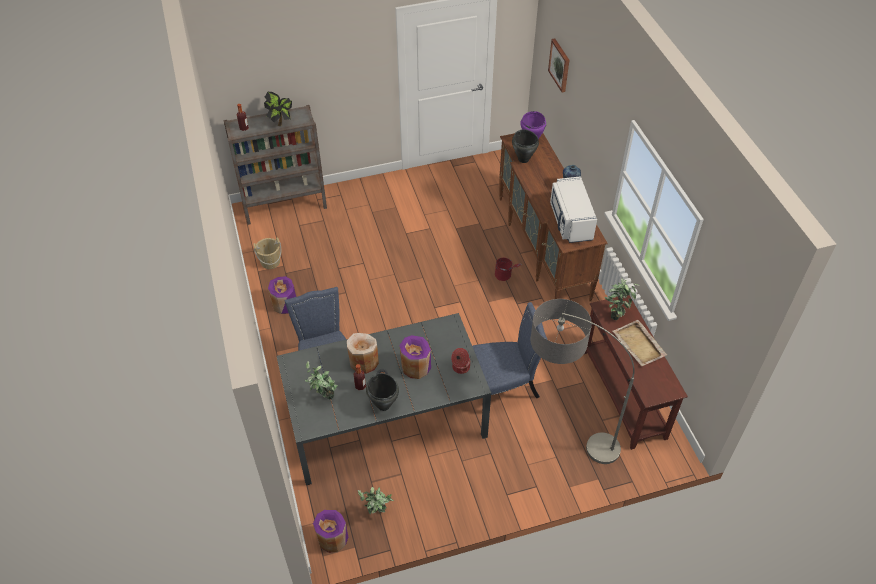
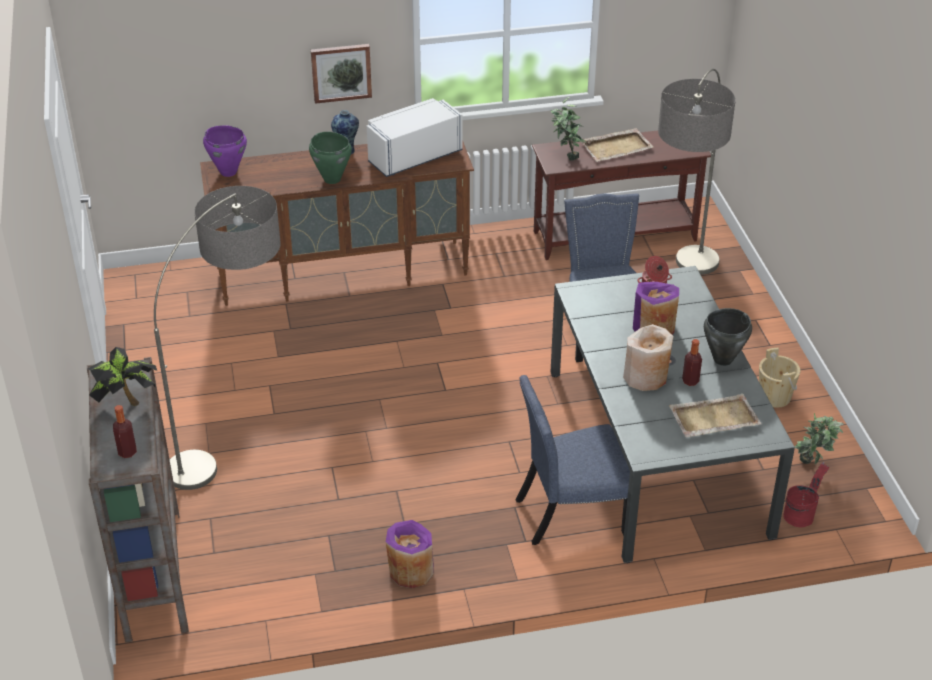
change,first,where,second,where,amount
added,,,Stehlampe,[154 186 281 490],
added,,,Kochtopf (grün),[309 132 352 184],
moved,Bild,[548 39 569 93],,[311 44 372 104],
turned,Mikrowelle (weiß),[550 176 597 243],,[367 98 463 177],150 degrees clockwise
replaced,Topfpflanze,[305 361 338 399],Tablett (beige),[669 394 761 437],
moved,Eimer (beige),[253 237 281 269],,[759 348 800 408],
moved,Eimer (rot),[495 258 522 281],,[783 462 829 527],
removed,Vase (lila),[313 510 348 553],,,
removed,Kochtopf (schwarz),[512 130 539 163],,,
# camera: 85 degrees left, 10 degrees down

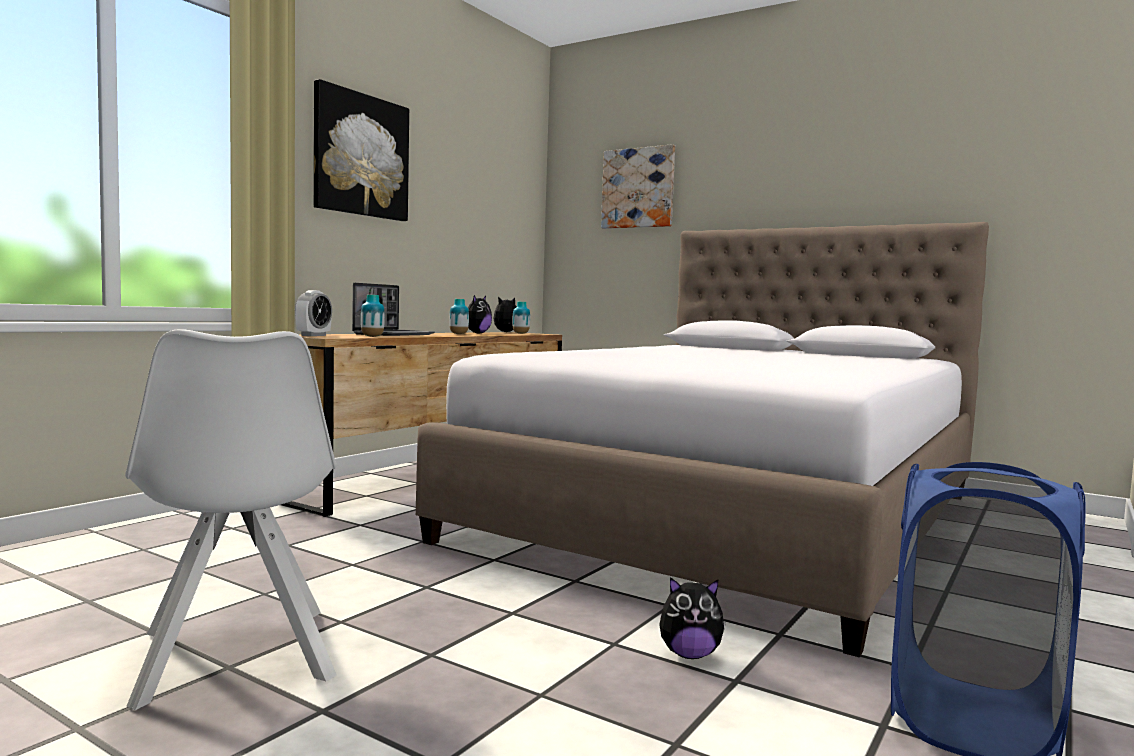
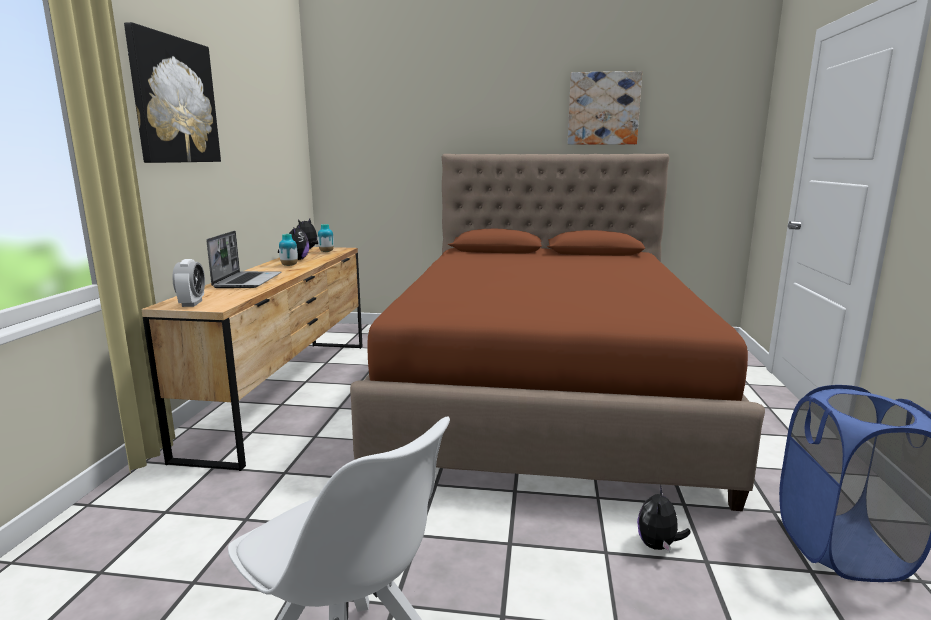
change,first,where,second,where,amount
recoloured,Bett (weiß),[416 222 989 657],Bett (braun),[350 154 765 511],
moved,Bild,[601 144 675 229],,[568 71 642 145],
turned,Plüschtier,[659 577 726 659],,[637 485 691 552],135 degrees clockwise
removed,Vase,[361 295 385 337],,,
# camera: 25 degrees left, 10 degrees up

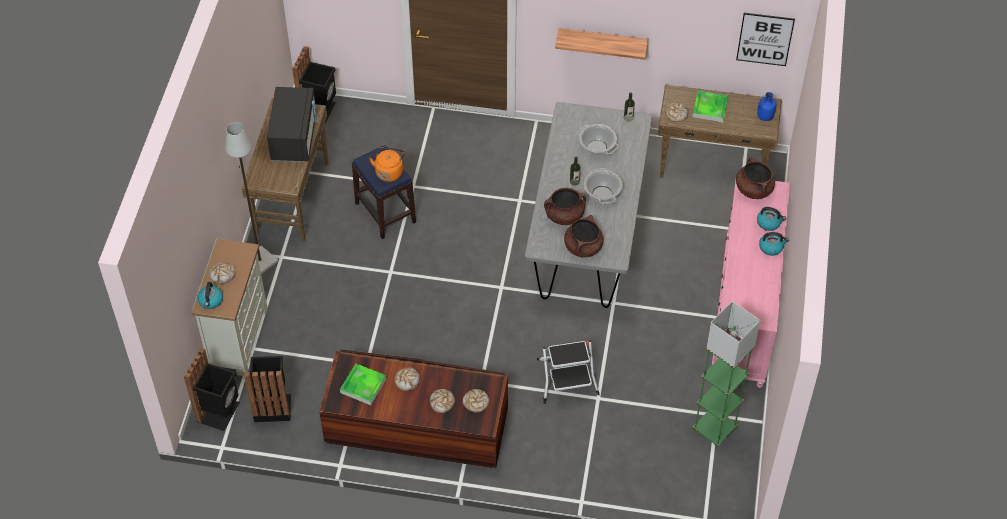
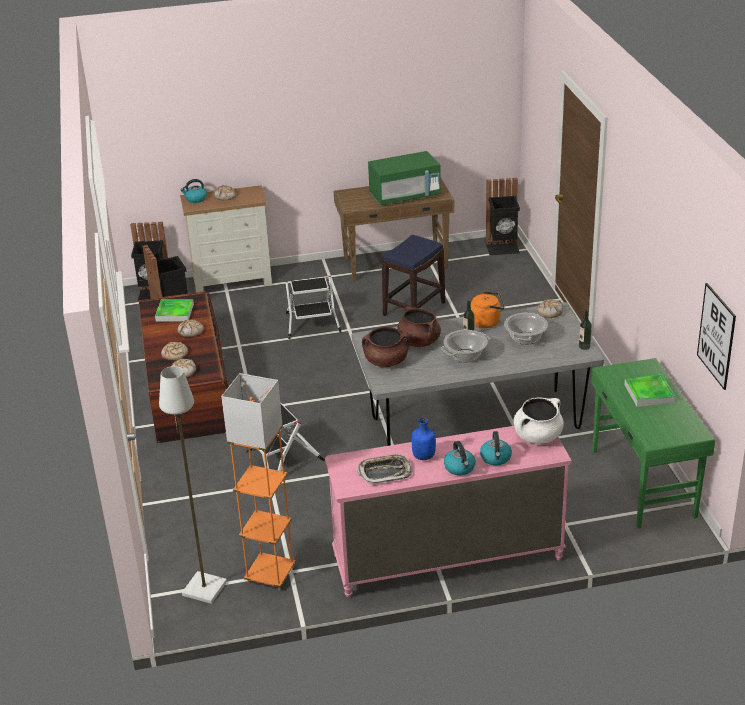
change,first,where,second,where,amount
moved,Stehlampe (grau),[225 122 278 275],,[159 366 227 604],
recoloured,Stehlampe (grün),[692 301 761 447],Stehlampe (orange),[221 373 296 590],
added,,,Trittleiter,[285 276 342 339],
added,,,Tablett,[357 454 412 484],
recoloured,Mikrowelle (schwarz),[267 87 317 162],Mikrowelle (grün),[368 151 441 205],
moved,Flasche (blau),[757 92 776 121],,[412 418 436 460],
moved,Wasserkessel (orange),[369 146 405 182],,[471 291 505 328],
recoloured,Kochtopf (braun),[736 157 775 199],Kochtopf (weiß),[514 397 564 444],
moved,Brot,[665 102 688 122],,[537 299 563 318],
recoloured,Konsolentisch (braun),[658 85 782 178],Konsolentisch (grün),[591 358 715 528],
removed,Wandregal,[555 28 648 60],,,
# camera: 70 degrees right, 20 degrees down

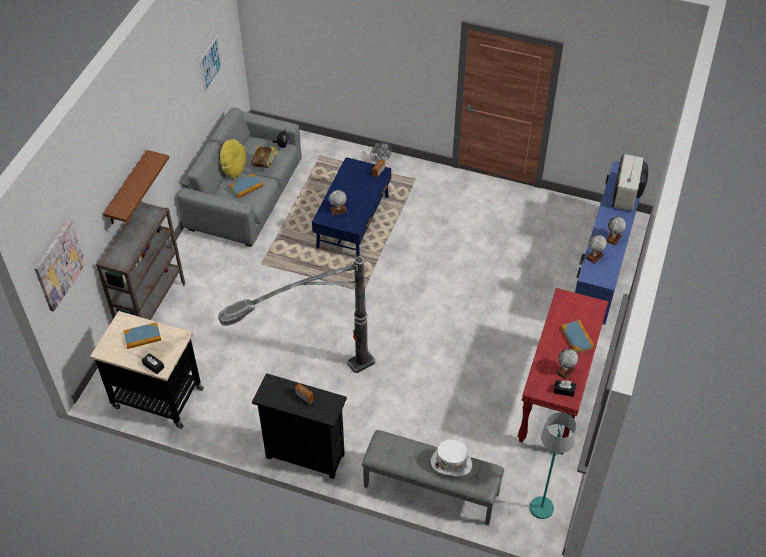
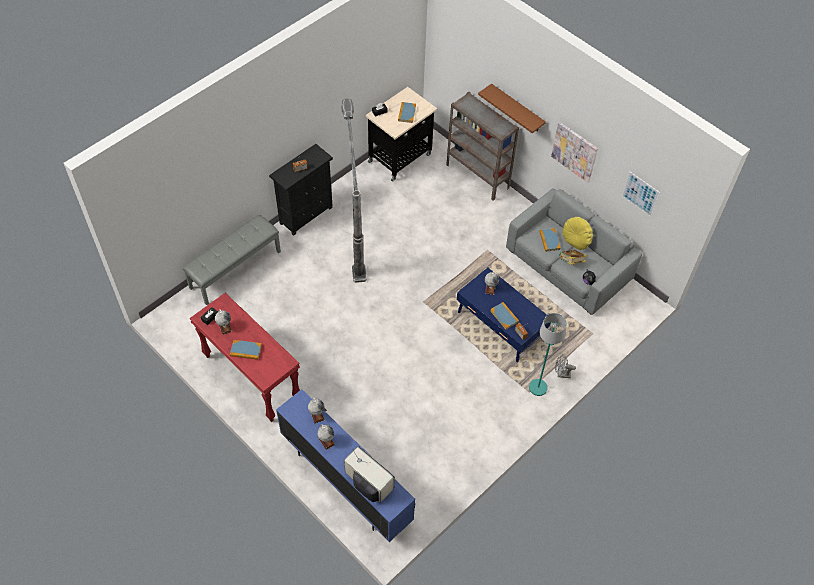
change,first,where,second,where,amount
added,,,Buch,[490 302 519 330],
moved,Stehlampe (türkis),[530 412 577 519],,[529 313 567 396],
moved,Bild,[34 220 86 312],,[551 122 598 183],
removed,Hut (weiß),[431 440 472 476],,,
# camera: 115 degrees right, 5 degrees up

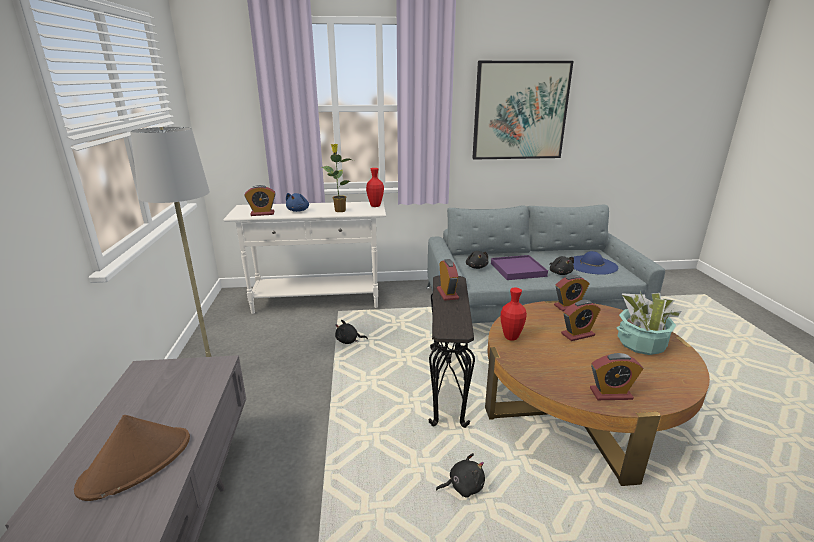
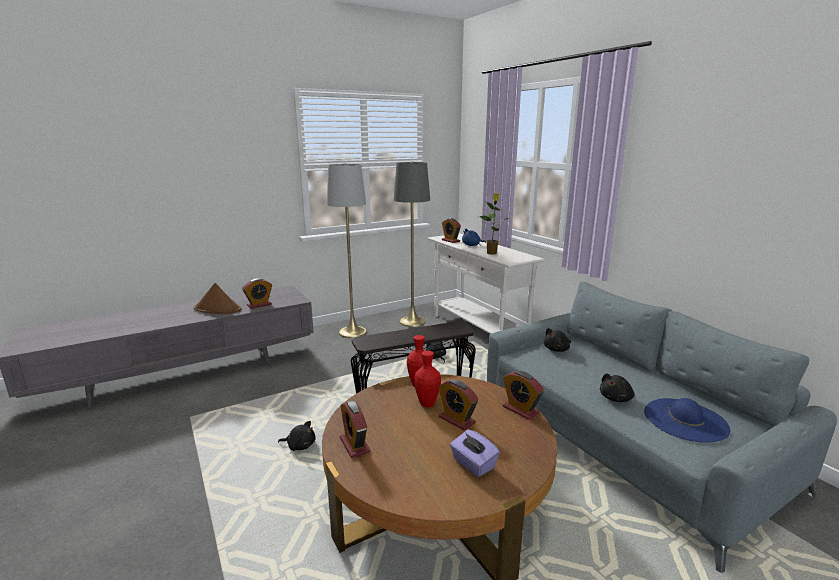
change,first,where,second,where,amount
moved,Wecker,[437 259 459 301],,[242 278 272 309],
turned,Plüschtier (schwarz),[436 453 485 498],,[278 421 316 451],45 degrees counterclockwise
added,,,Stehlampe (grau),[394 162 430 327],
moved,Vase (rot),[366 168 384 207],,[414 351 441 407],
replaced,Topfpflanze,[617 291 681 355],Taschentuchbox (lila),[450 429 500 477],
removed,Bild,[472 61 573 160],,,
removed,Tablett (lila),[491 255 548 280],,,
# camera: 65 degrees right, 5 degrees down

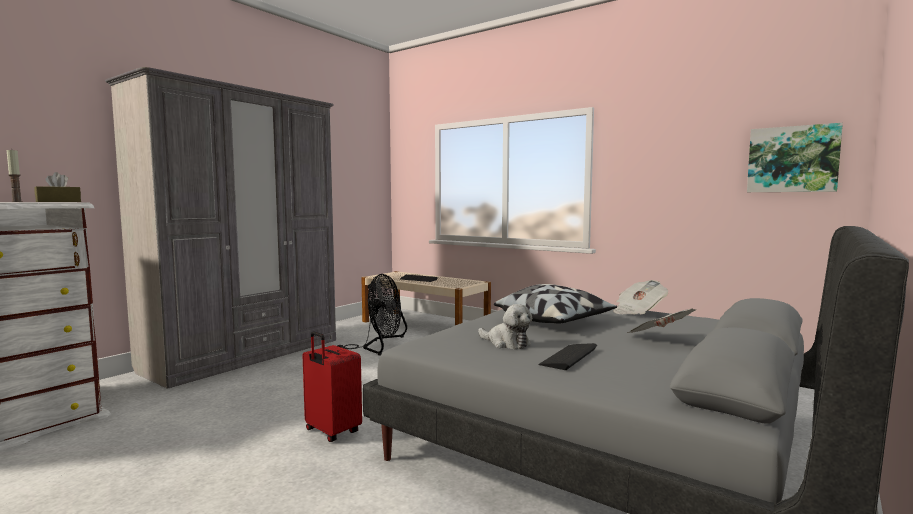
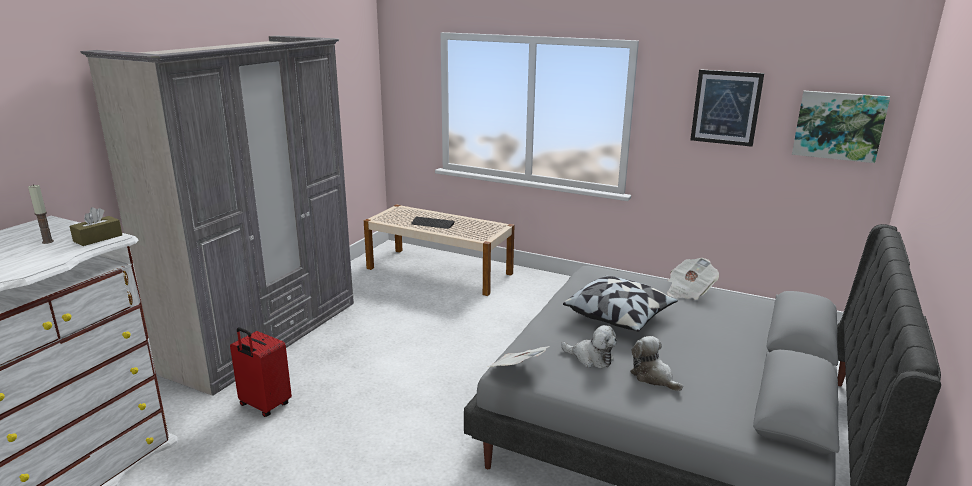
change,first,where,second,where,amount
moved,Koffer (rot),[302 331 362 442],,[230 327 292 417],
moved,Zeitung,[627 308 696 333],,[487 346 550 367],
replaced,Tastatur,[538 343 597 370],Plüschtier,[630 336 683 391],
added,,,Bild,[690 69 764 147],
removed,Ventilator (schwarz),[337 274 407 356],,,
# camera: 10 degrees left, 15 degrees up

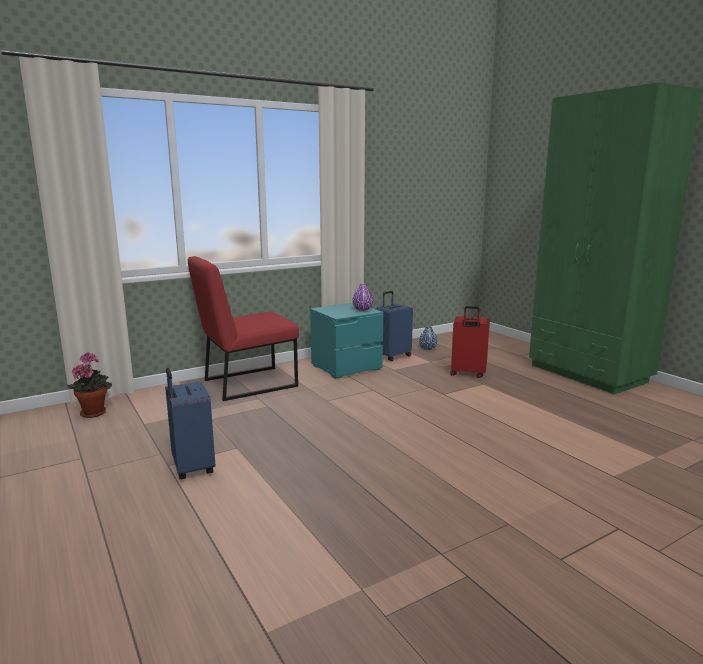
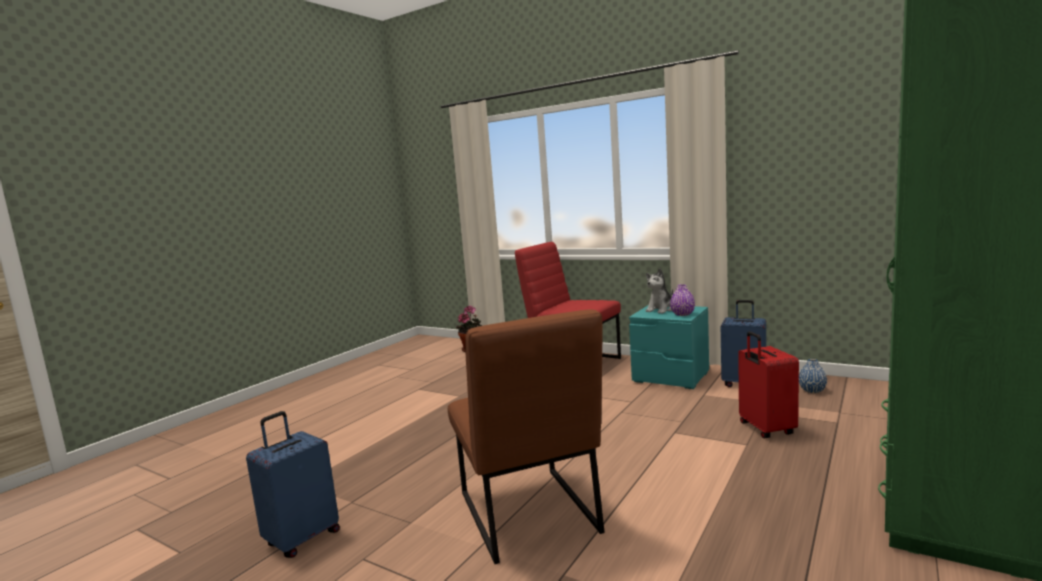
change,first,where,second,where,amount
moved,Koffer (blau),[165 368 215 479],,[246 411 340 558],
added,,,Stuhl (braun),[448 309 605 564],
added,,,Plüschtier,[645 268 673 314],
# camera: 65 degrees right, 5 degrees down

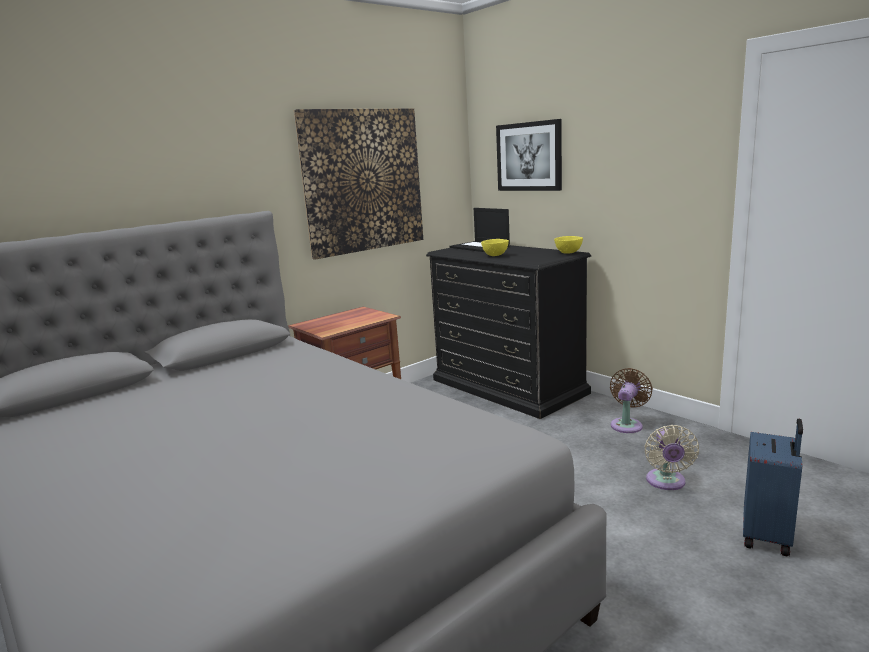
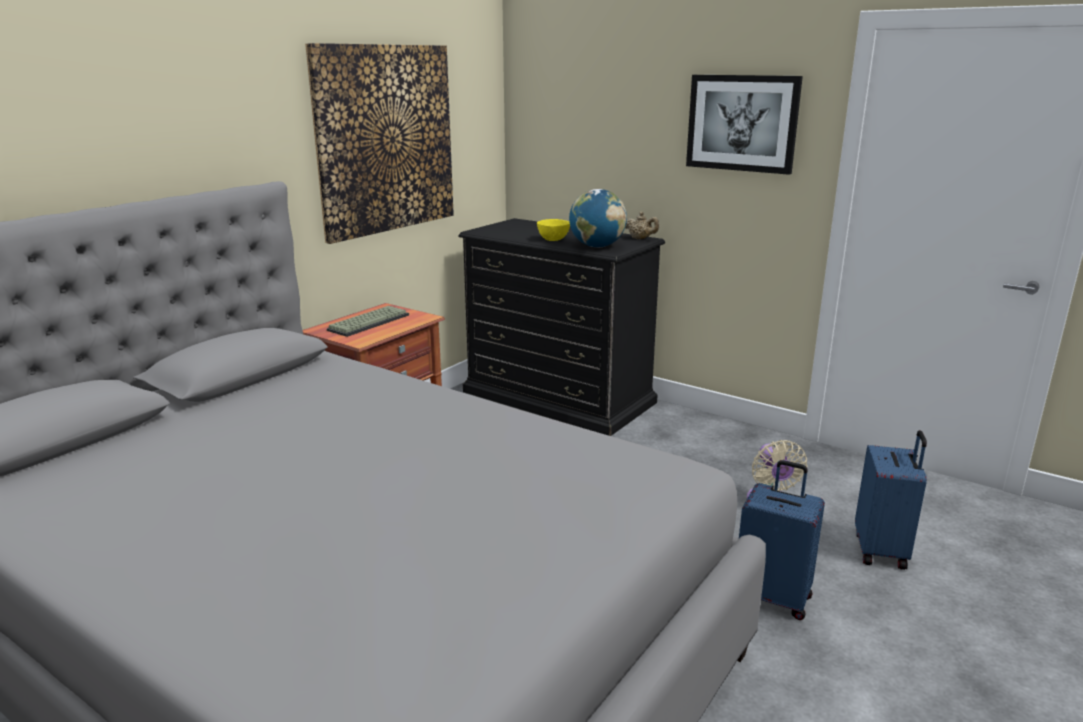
change,first,where,second,where,amount
added,,,Tastatur,[327 306 409 337],
added,,,Globus,[569 189 627 247],
replaced,Schüssel (gelb),[554 236 583 254],Teekanne (beige),[625 212 659 239],
moved,Bild,[496 119 562 191],,[686 75 803 175],
added,,,Koffer (blau),[739 460 825 620],
removed,Laptop,[450 208 510 252],,,
removed,Ventilator (braun),[610 368 653 433],,,
# camera: 15 degrees left, 5 degrees up

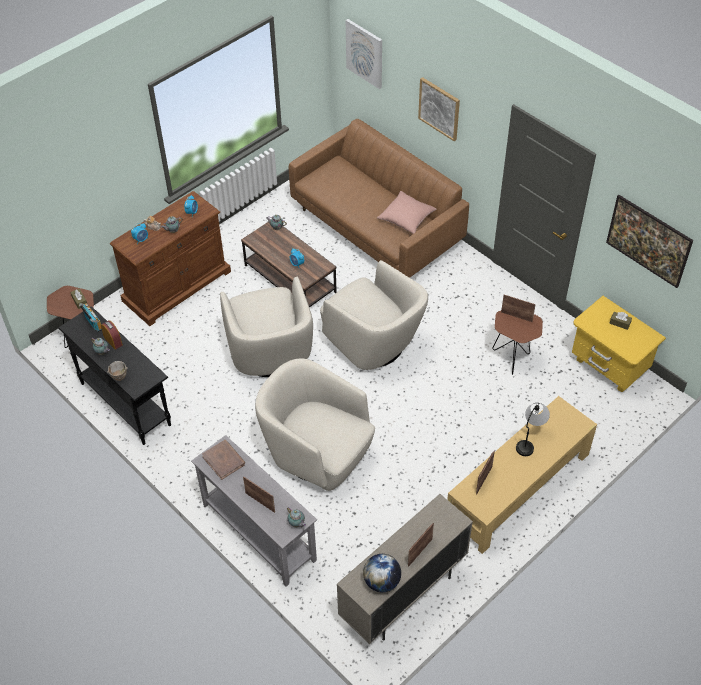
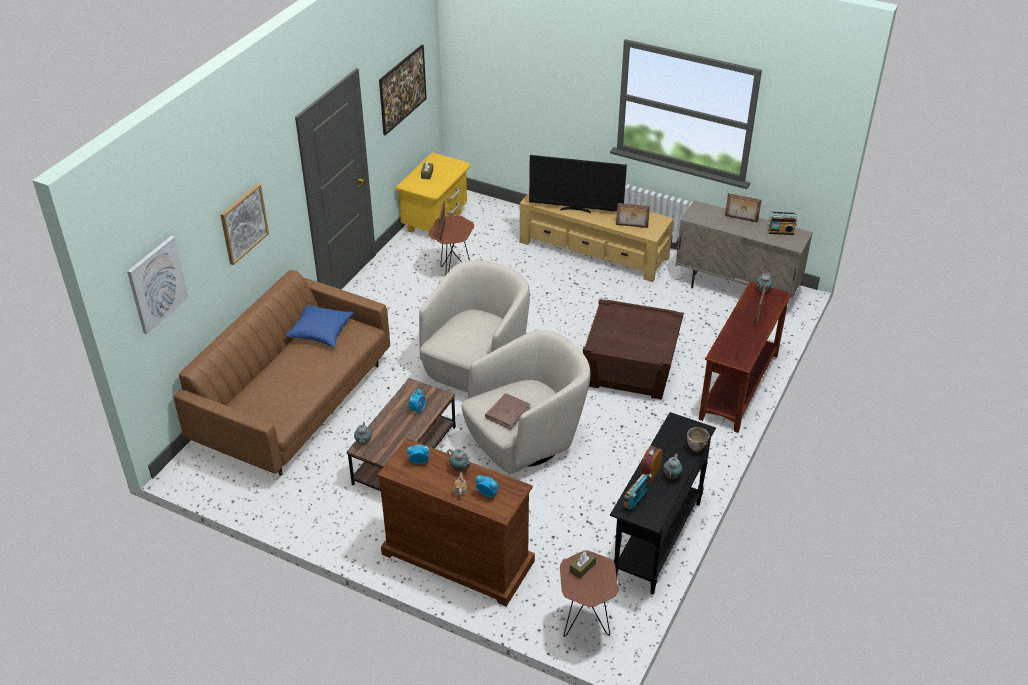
change,first,where,second,where,amount
recoloured,Kissen (rosa),[377 191 436 234],Kissen (blau),[285 305 353 347],
moved,Buch (braun),[202 440 245 480],,[485 393 530 430],
replaced,Tischlampe,[516 403 550 456],Fernseher,[529 155 627 214],
replaced,Sessel (beige),[255 358 375 491],Beistelltisch (braun),[583 299 684 400],
recoloured,Konsolentisch (grau),[191 435 317 587],Konsolentisch (braun),[699 281 792 433],
replaced,Globus,[363 554 401 592],Radio,[768 212 798 235],
# camera: 110 degrees left, 10 degrees down

